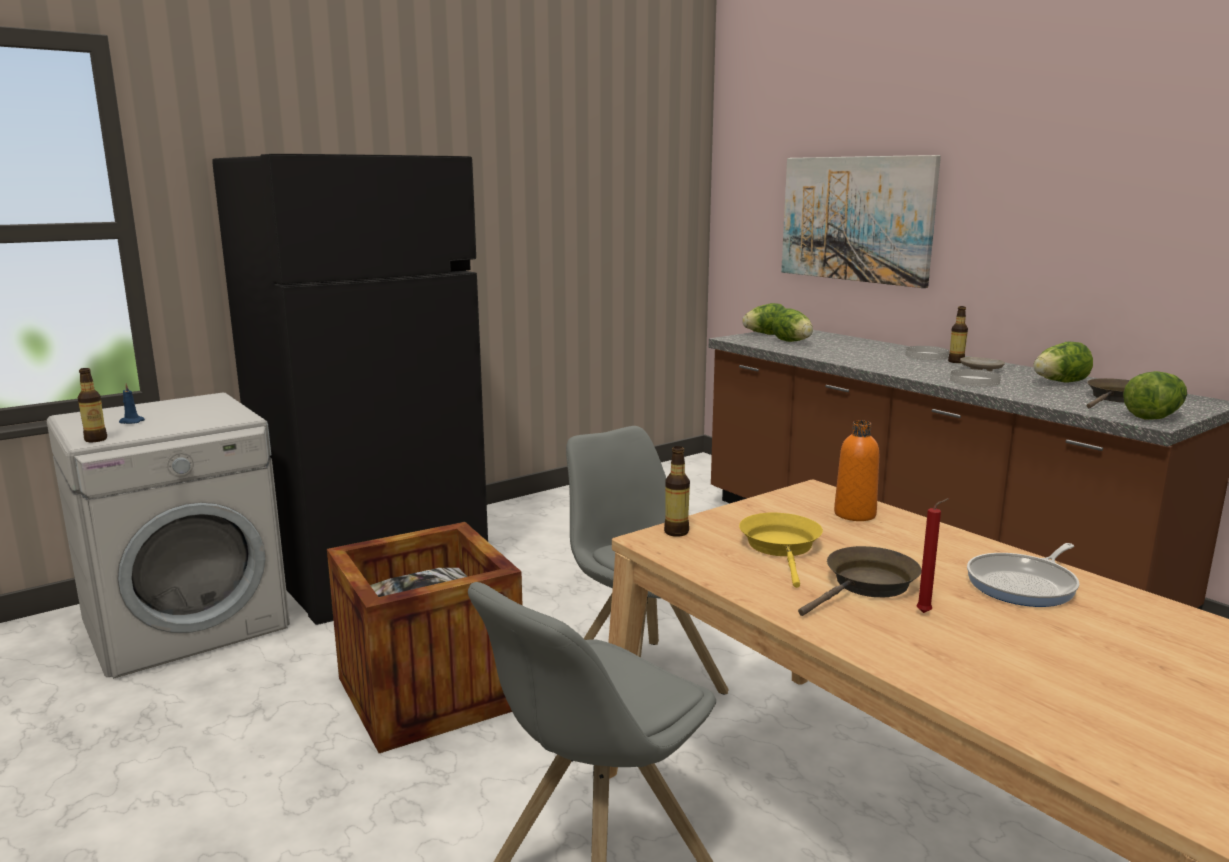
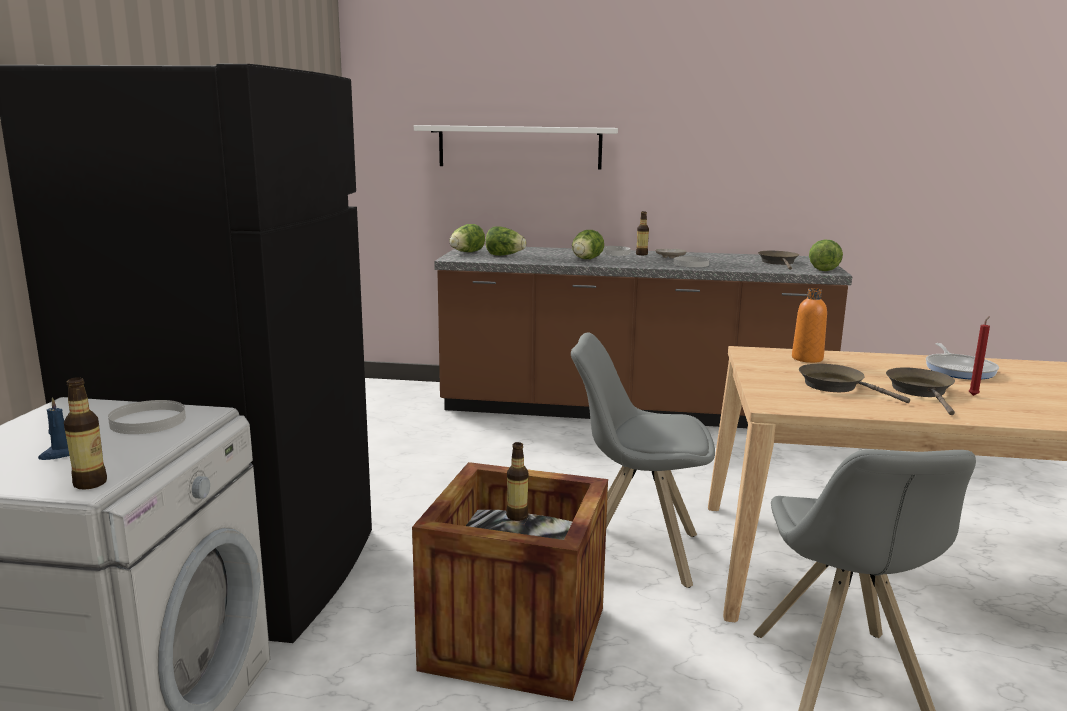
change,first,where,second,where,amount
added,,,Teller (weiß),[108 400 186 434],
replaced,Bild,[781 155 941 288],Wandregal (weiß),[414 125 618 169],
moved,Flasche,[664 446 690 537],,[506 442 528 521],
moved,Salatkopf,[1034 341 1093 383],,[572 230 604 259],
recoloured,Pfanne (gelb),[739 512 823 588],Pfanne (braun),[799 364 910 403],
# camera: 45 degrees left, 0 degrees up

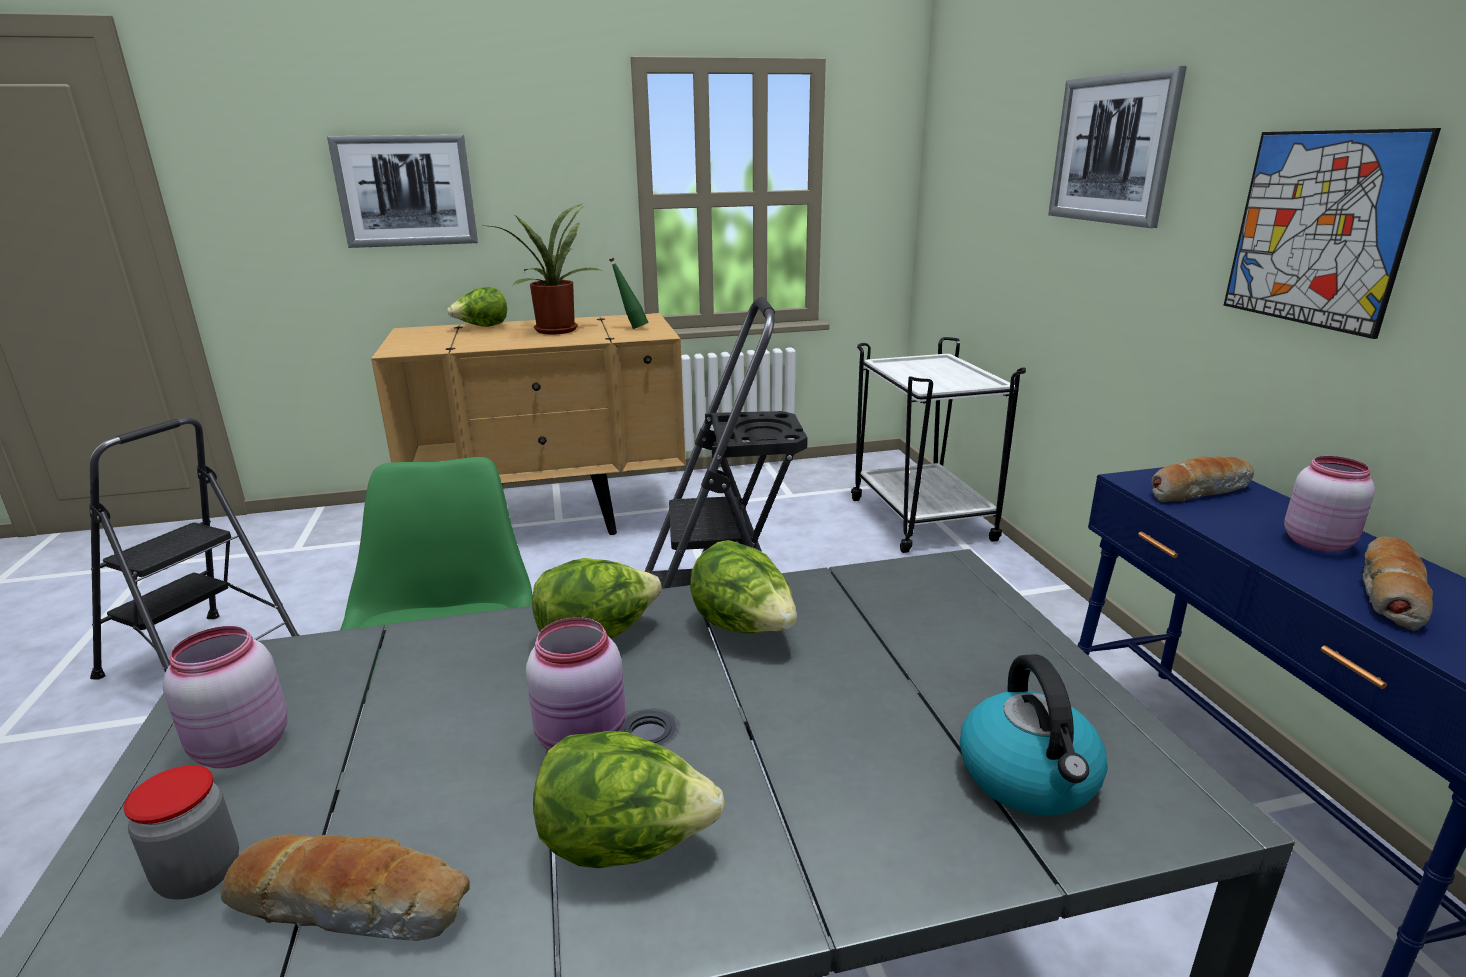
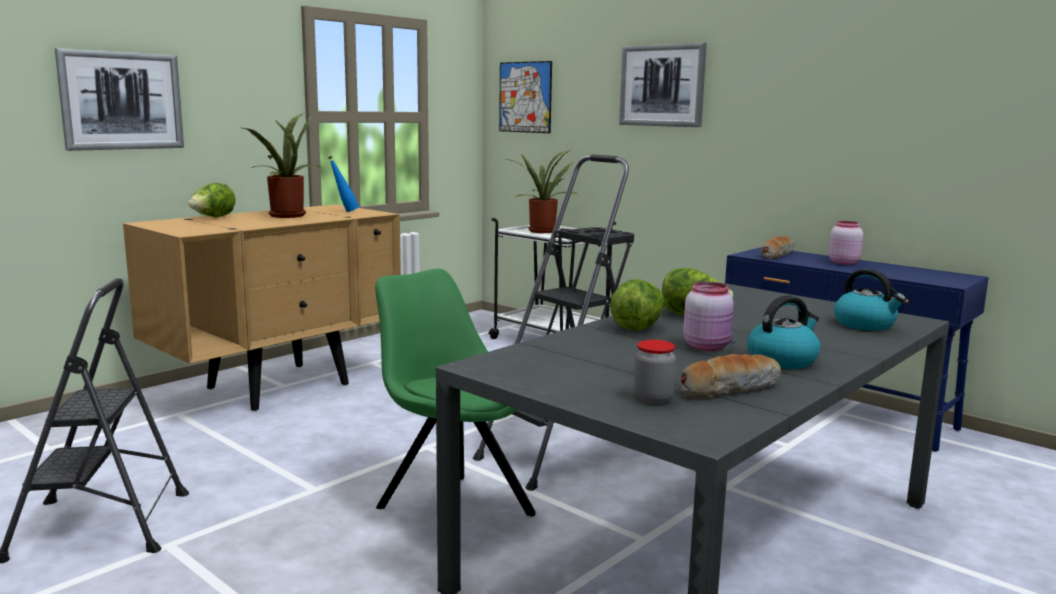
change,first,where,second,where,amount
recoloured,Flasche (grün),[609 258 648 329],Flasche (blau),[328 156 359 212],
moved,Bild,[1224 128 1441 339],,[499 61 552 133],
added,,,Topfpflanze,[506 150 579 233],
replaced,Salatkopf,[533 731 725 868],Wasserkessel,[747 295 820 369],
removed,Vorratsglas (rosa),[163 626 287 768],,,
removed,Brot,[1363 537 1433 631],,,
# camera: 35 degrees left, 10 degrees down

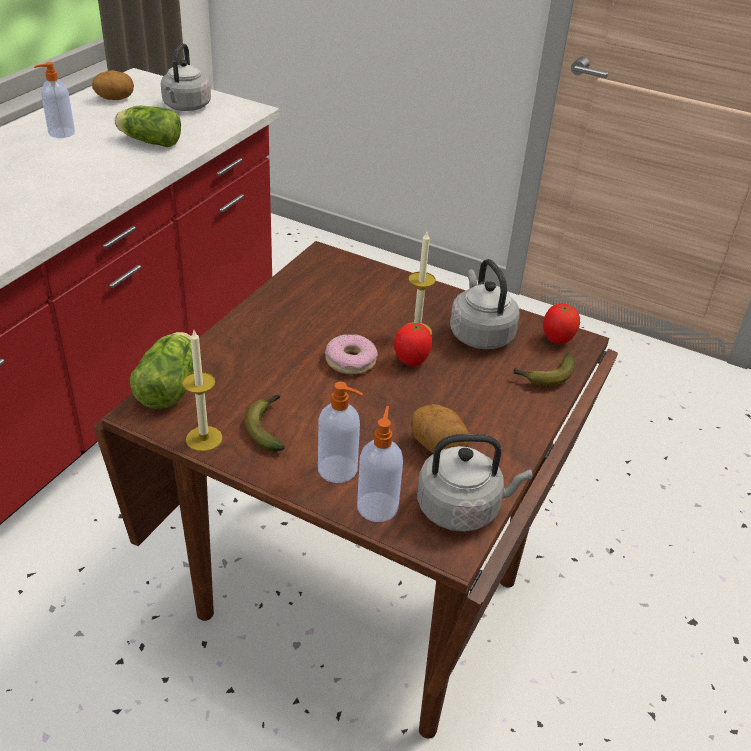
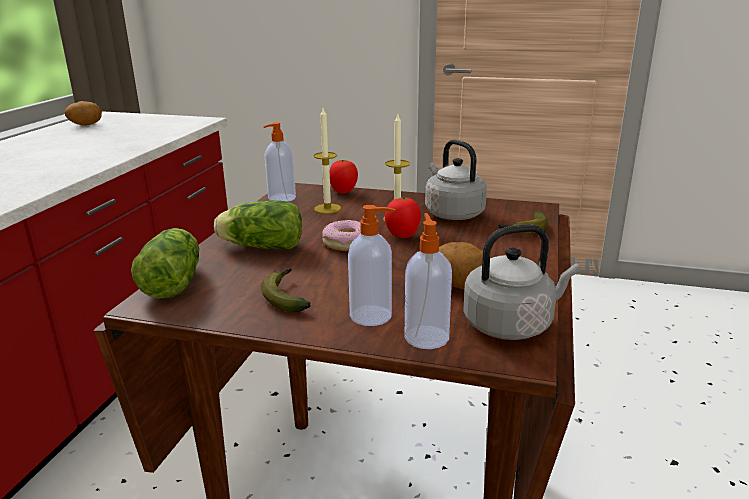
change,first,where,second,where,amount
moved,Salatkopf,[115 106 181 147],,[214 201 302 249],
moved,Seifenspender,[34 62 75 138],,[263 122 296 202],
moved,Kerze,[182 330 223 452],,[313 108 341 214],
moved,Tomate,[543 303 580 344],,[330 160 358 194],
removed,Wasserkessel (grau),[161 43 211 111],,,
# camera: 10 degrees left, 15 degrees down

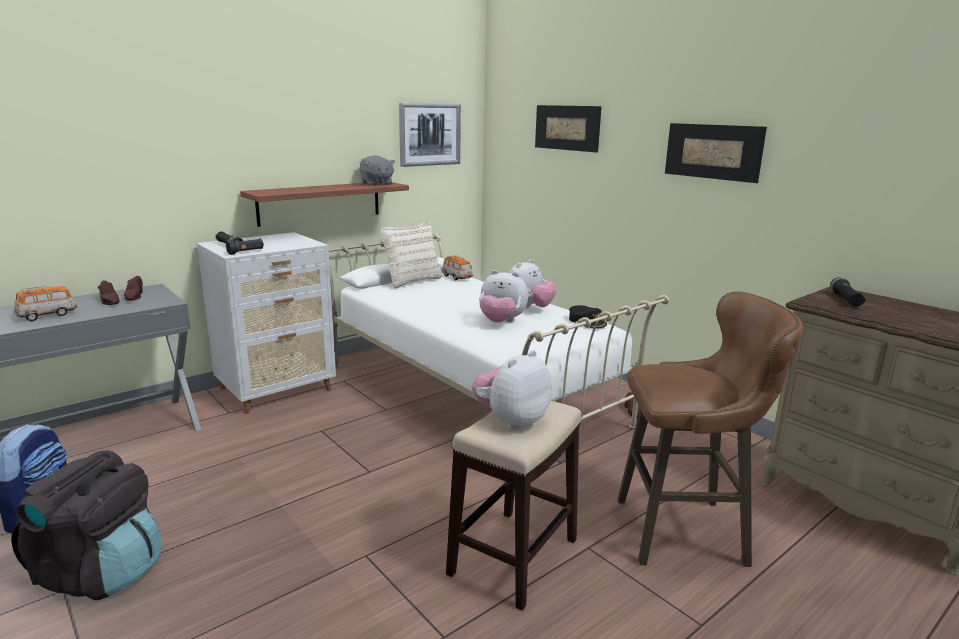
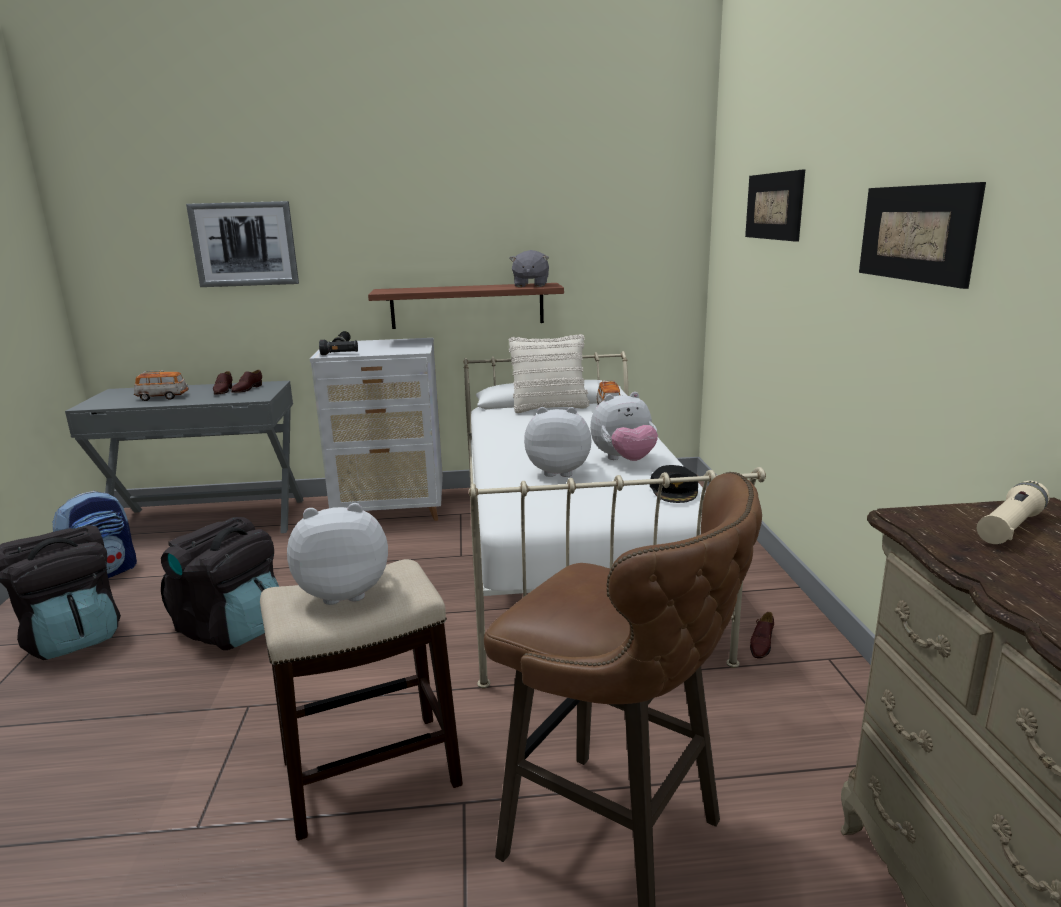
change,first,where,second,where,amount
added,,,Rucksack (schwarz),[161 517 279 650],
moved,Bild,[399 103 461 167],,[186 201 299 287],
turned,Plüschtier,[479 270 528 323],,[524 407 591 477],135 degrees clockwise
recoloured,Taschenlampe (schwarz),[830 277 866 307],Taschenlampe (beige),[977 481 1050 544],
# camera: 35 degrees right, 0 degrees up

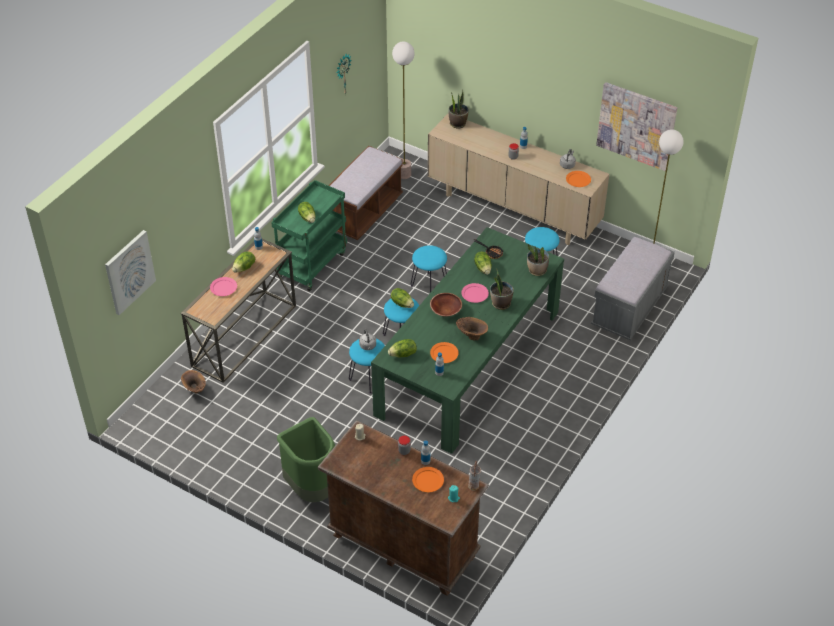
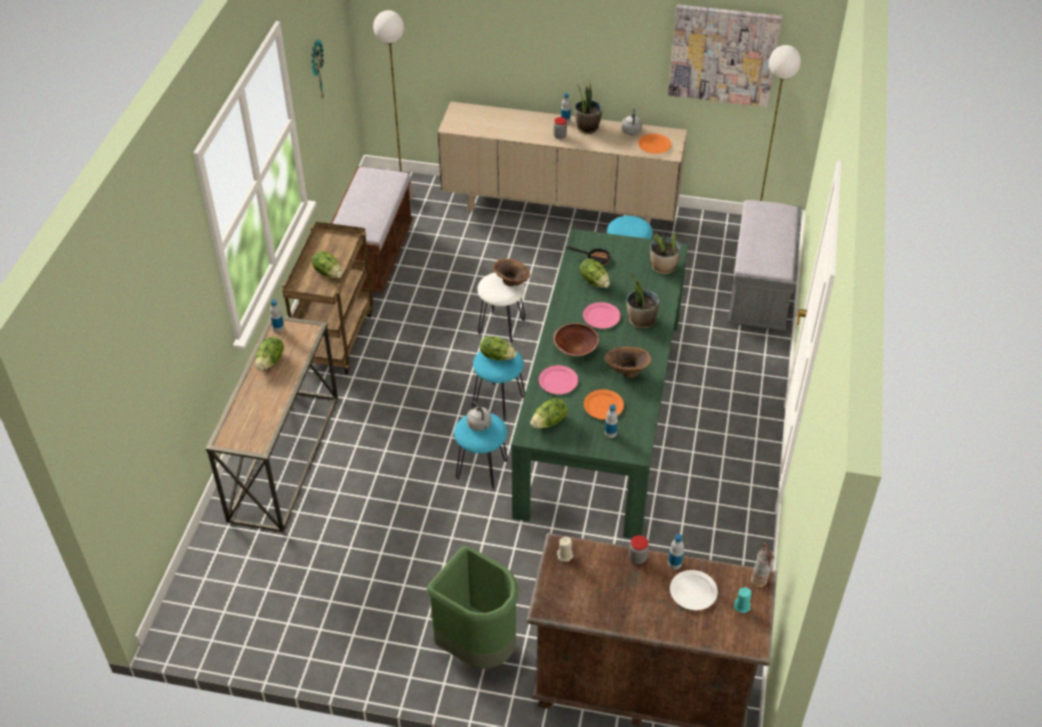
change,first,where,second,where,amount
recoloured,Rollwagen (grün),[271 180 347 292],Rollwagen (braun),[282 222 373 375],
recoloured,Hocker (türkis),[411 245 447 293],Hocker (weiß),[477 273 525 343],
moved,Vase (braun),[181 370 206 393],,[493 259 530 287],
moved,Teller (rosa),[210 277 237 296],,[539 365 578 394],
moved,Topfpflanze,[449 90 469 129],,[575 80 602 134],
recoloured,Teller (orange),[412 467 444 492],Teller (weiß),[670 570 718 610],
removed,Bild,[105 230 156 315],,,
# camera: 20 degrees left, 0 degrees up

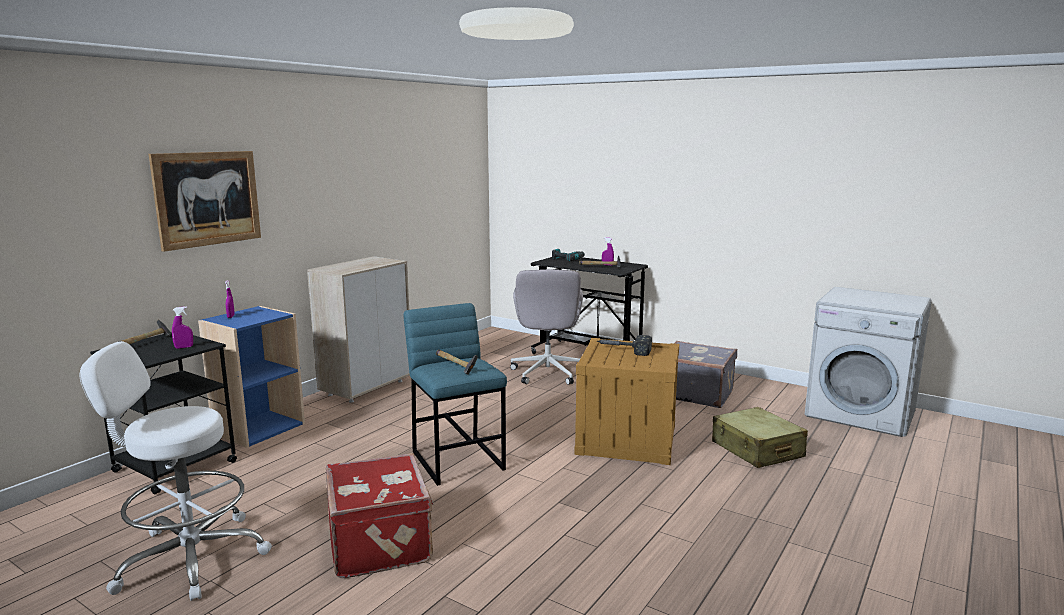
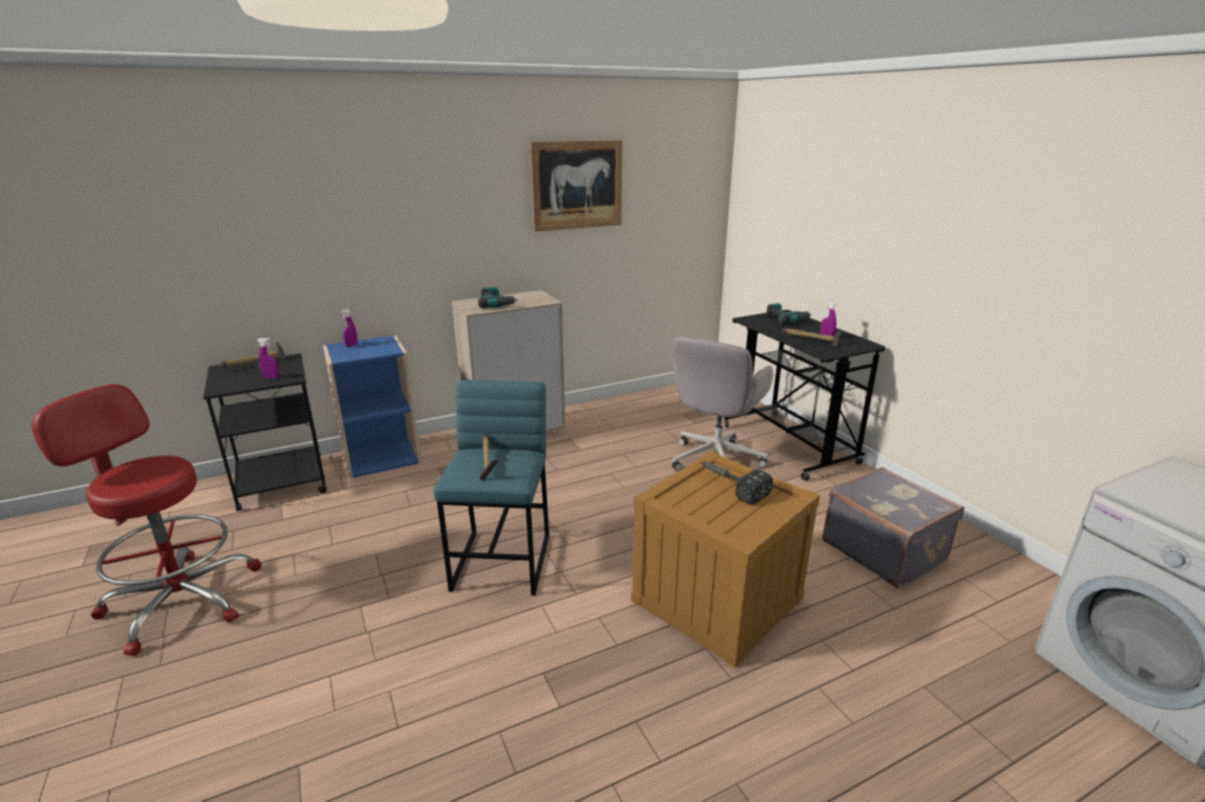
change,first,where,second,where,amount
recoloured,Hocker (weiß),[80 341 272 601],Hocker (rot),[31 384 262 656],
added,,,Bohrmaschine,[478 287 518 308],
moved,Bild,[149 151 261 252],,[530 140 622 232],
removed,Koffer (rot),[326 453 434 578],,,
removed,Koffer (beige),[712 407 808 468],,,
# camera: 30 degrees right, 10 degrees up

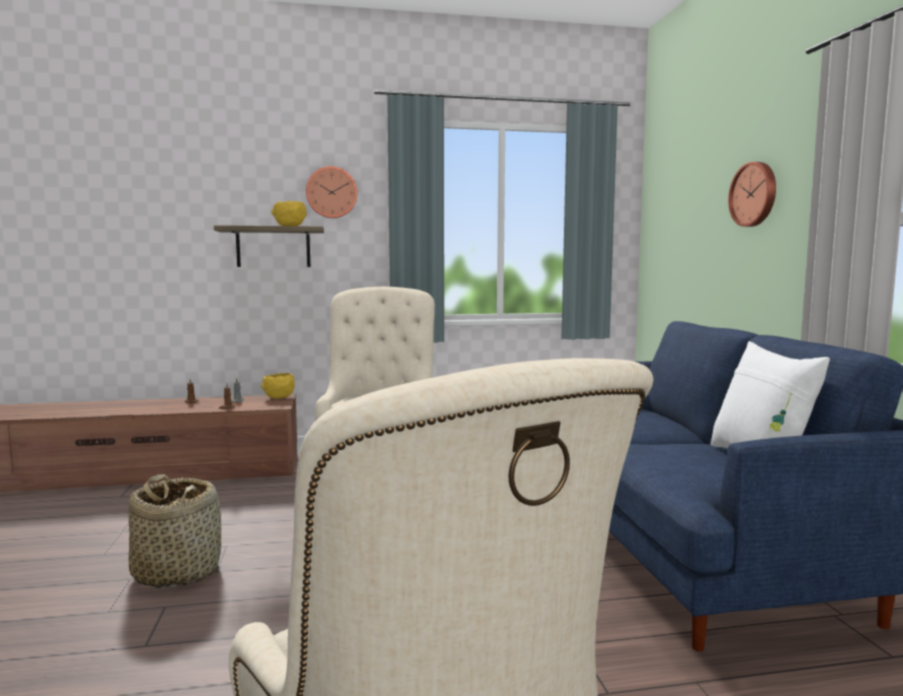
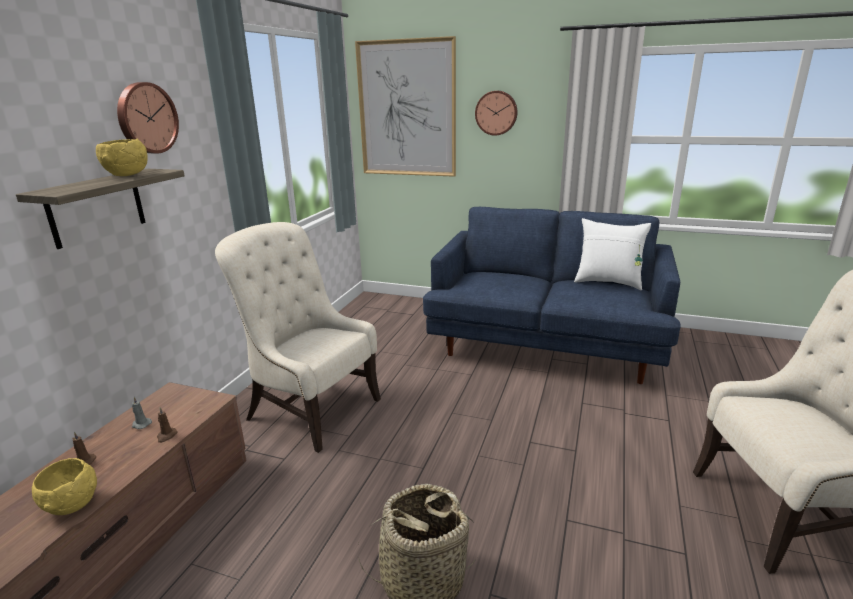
change,first,where,second,where,amount
moved,Schüssel (gelb),[261 373 295 399],,[32 458 97 515],
added,,,Bild,[355 36 456 177],
# camera: 60 degrees left, 15 degrees up

